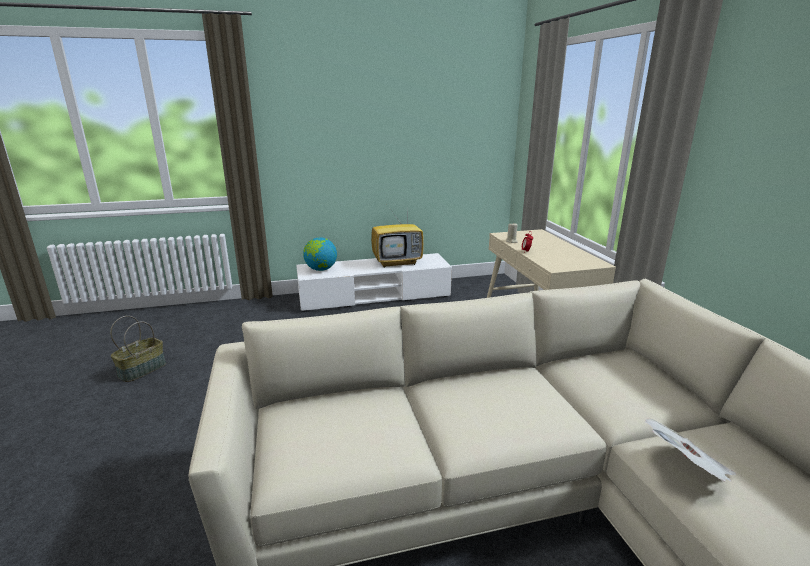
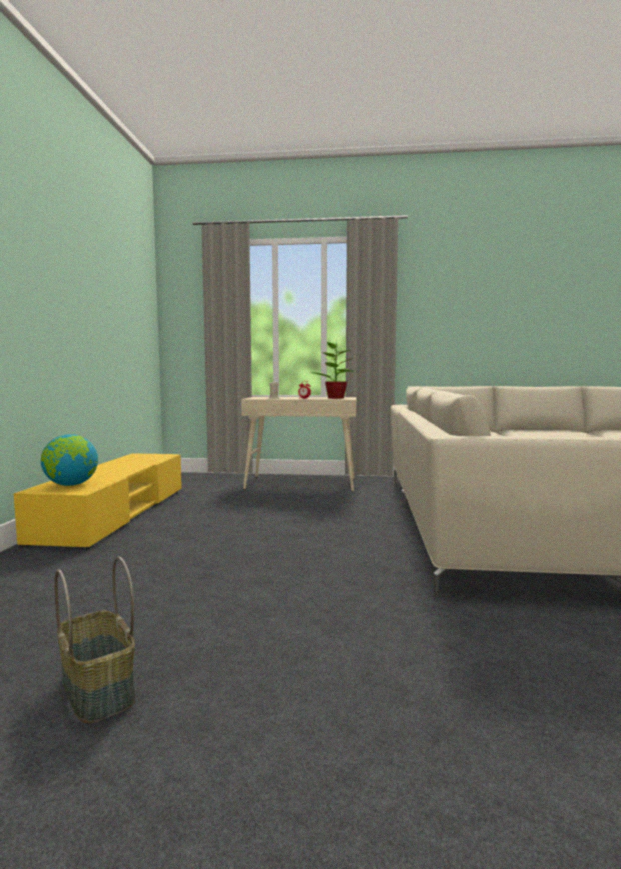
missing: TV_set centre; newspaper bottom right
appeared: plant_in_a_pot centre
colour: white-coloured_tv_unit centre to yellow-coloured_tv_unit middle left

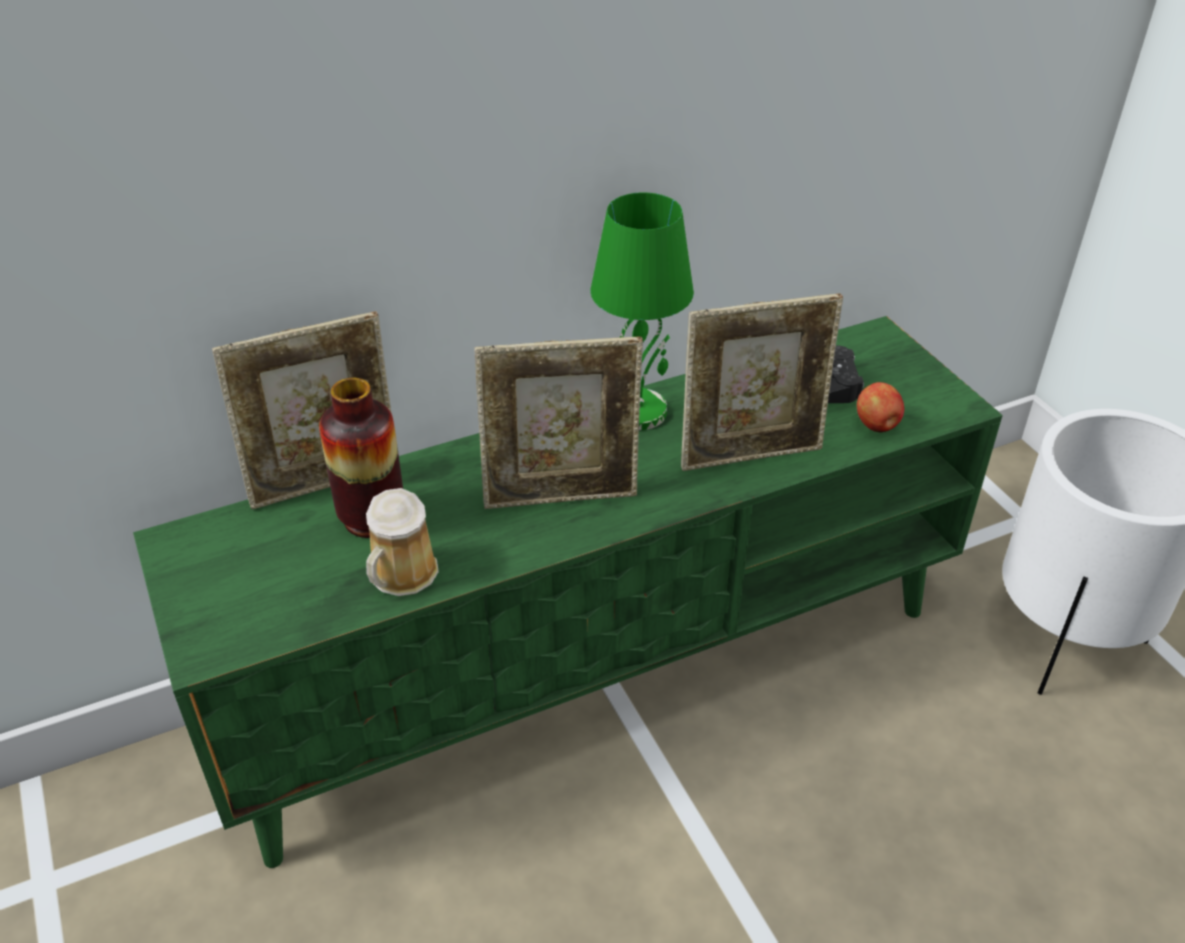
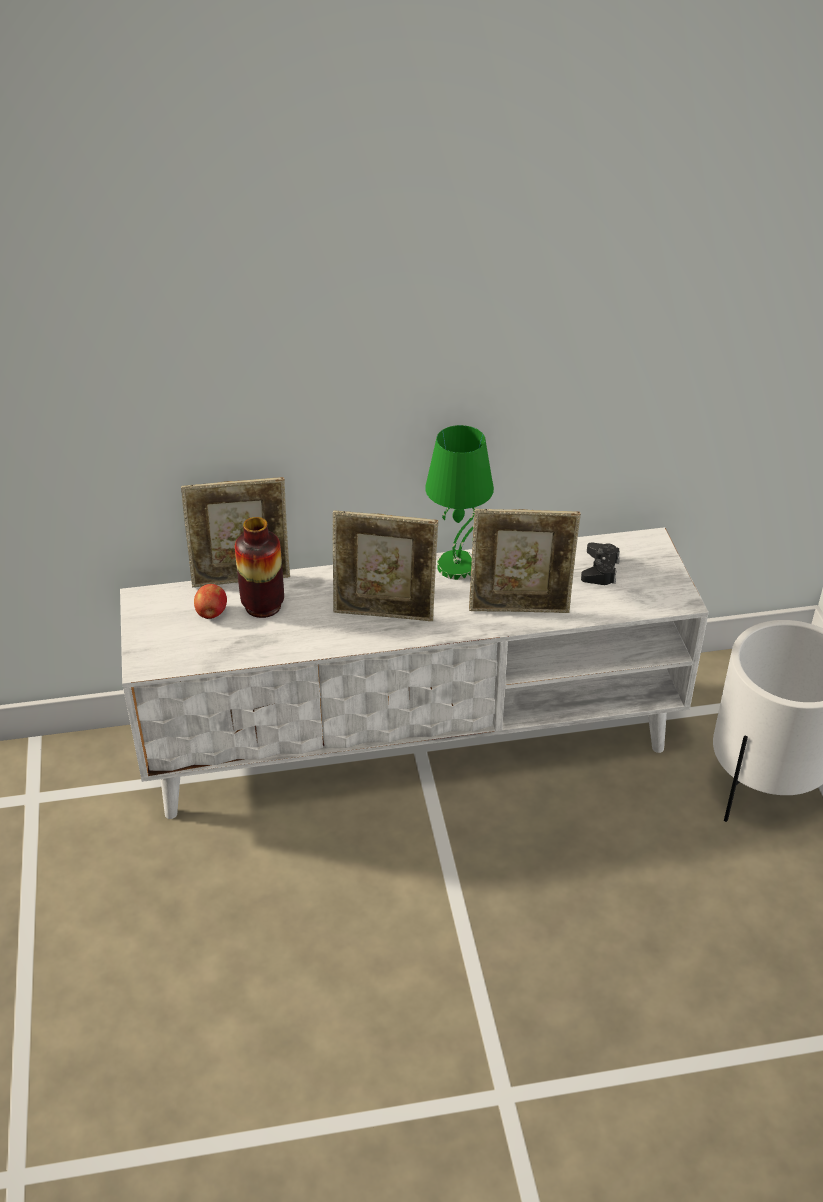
missing: coffee_mug centre
relocated: apple middle right to middle left
colour: greenish_tv_unit centre to white-coloured_tv_unit centre

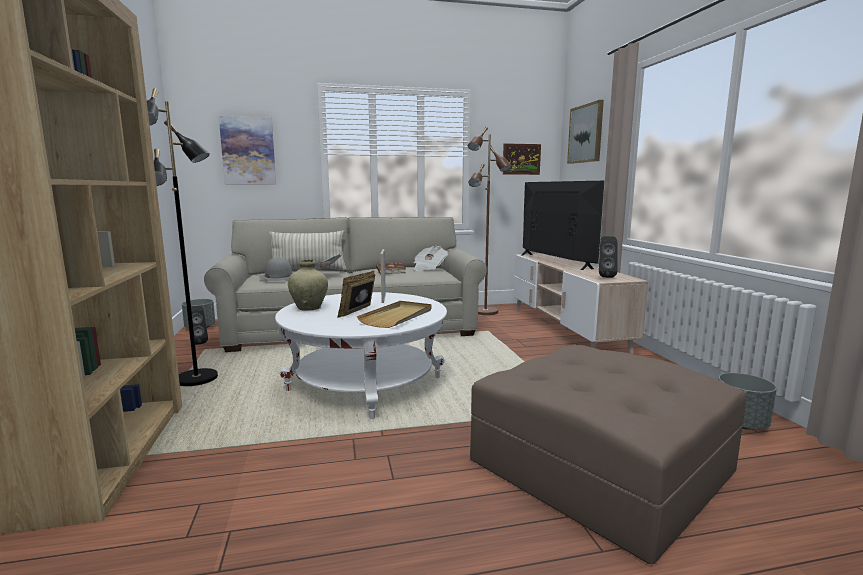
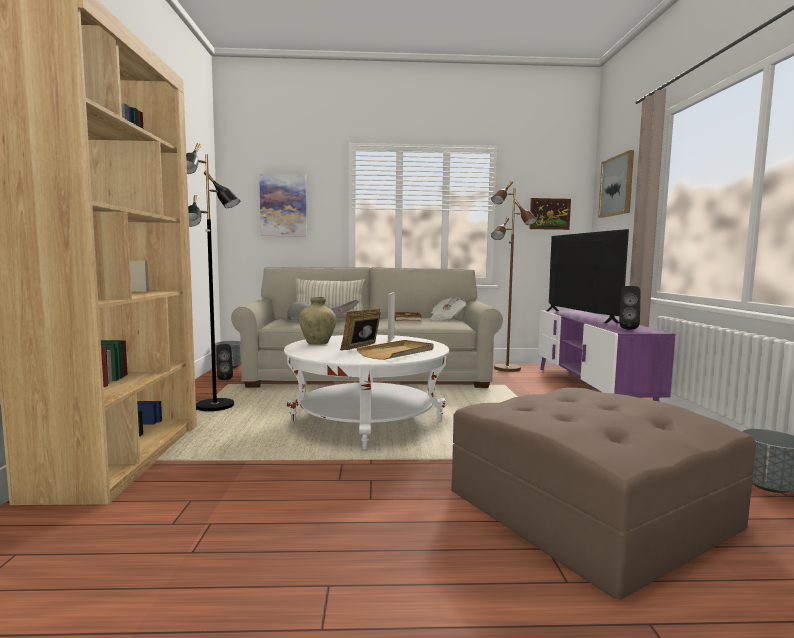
colour: sand-coloured_tv_unit middle right to purple-coloured_tv_unit middle right

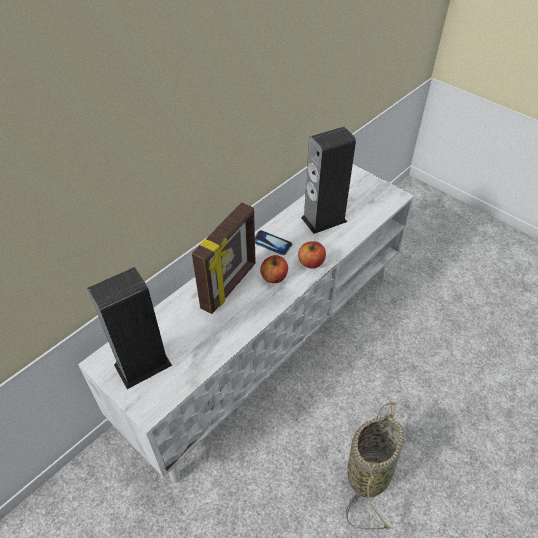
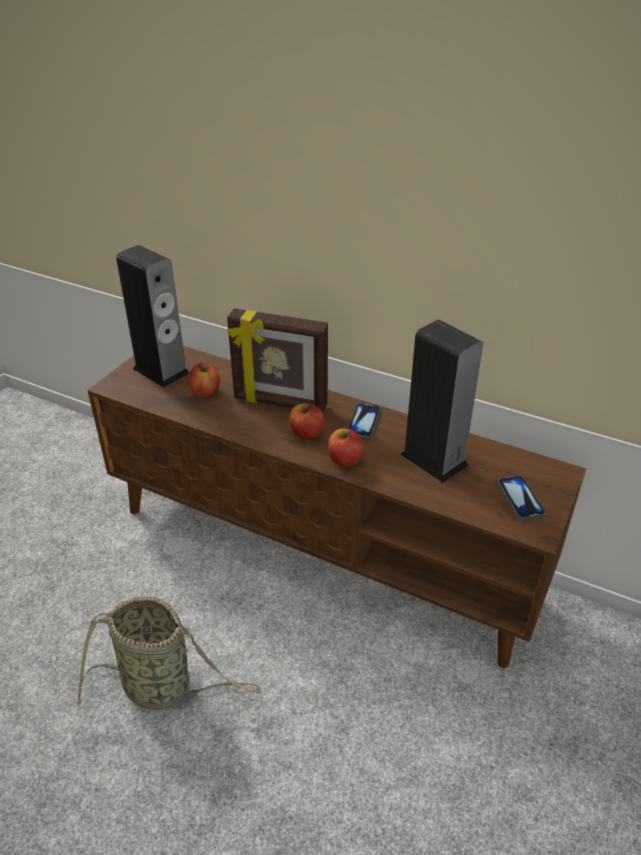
appeared: apple (no. 1 from left) middle left; telephone (no. 2 from left) middle right
colour: white-coloured_tv_unit centre to brownish_tv_unit centre

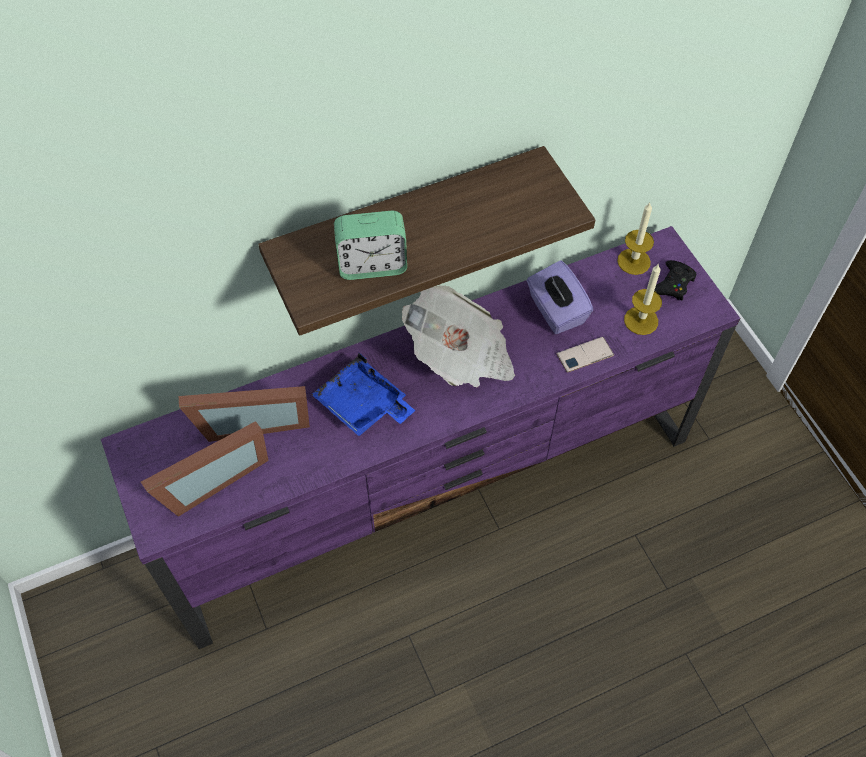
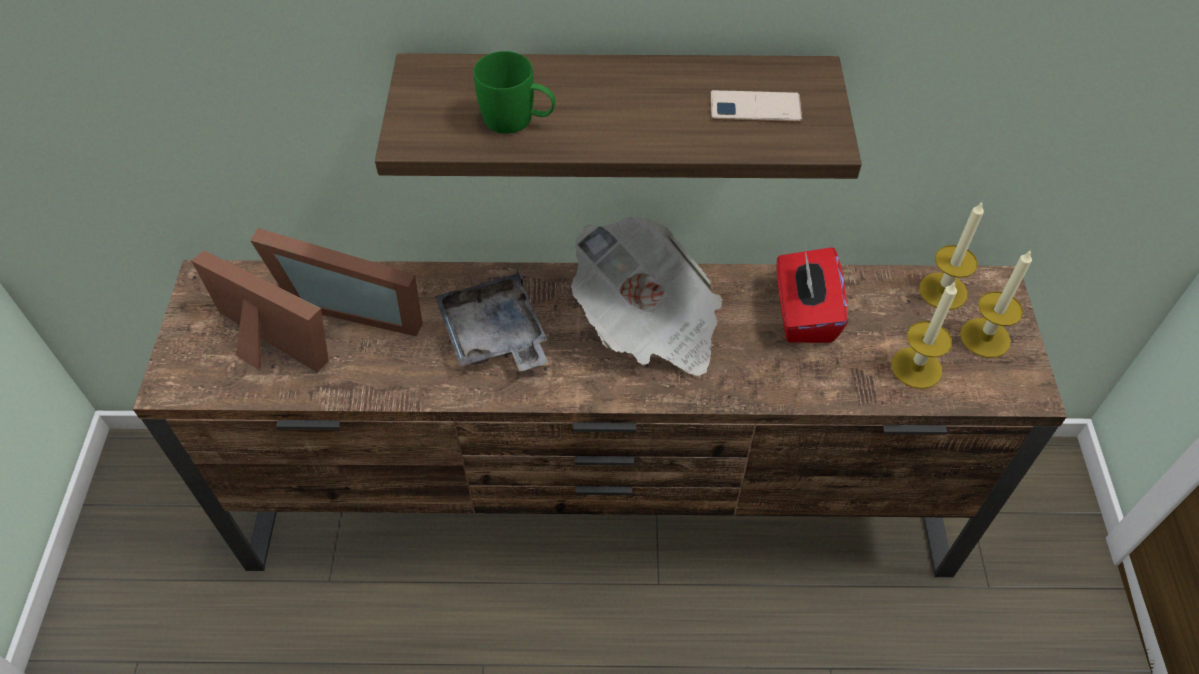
relocated: telephone middle right to top centre
exchanged: alarm_clock top centre to greenish_coffee_mug top centre; black_gamepad middle right to wax_candle (no. 3 from left) middle right
colour: purple-coloured_tv_unit centre to brownish_tv_unit centre; bluish_carrying_tray centre to grey_carrying_tray centre; purple-coloured_tissue_box centre to reddish_tissue_box middle right
spun: standing_frame (no. 1 from left) middle left = middle left 135 degrees counterclockwise

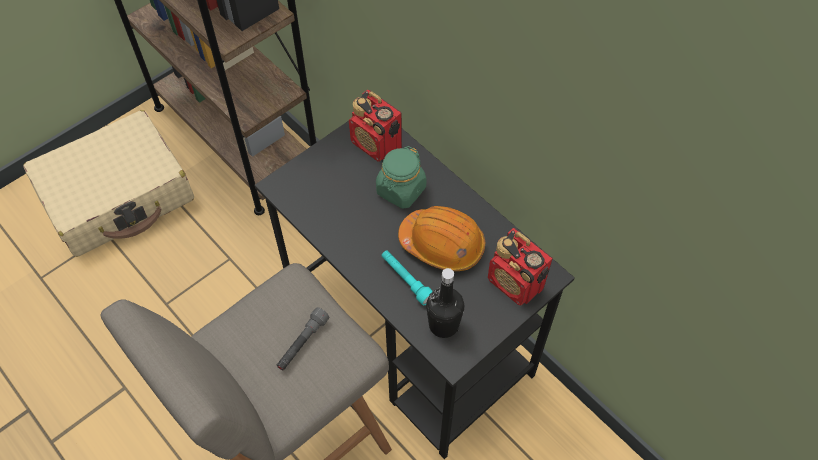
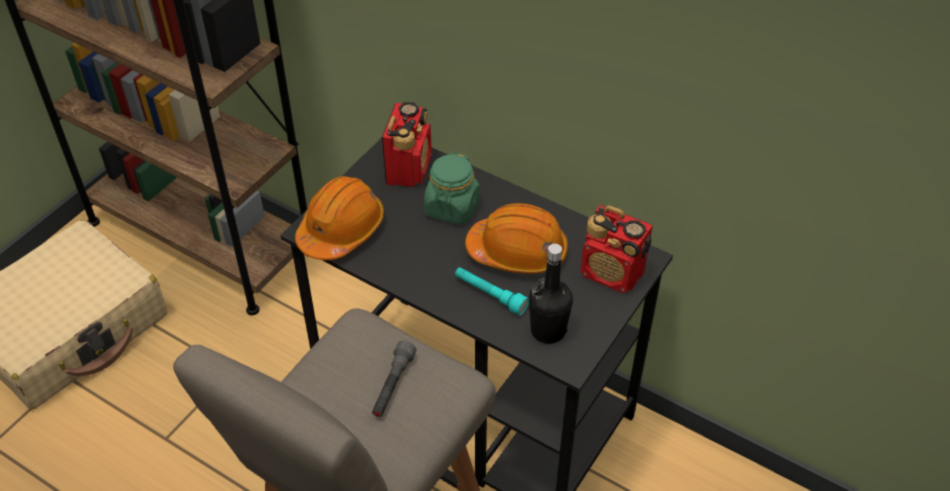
appeared: orange-coloured_safety_helmet (no. 1 from left) centre
spun: radio_receiver (no. 1 from left) top centre = top centre 105 degrees counterclockwise

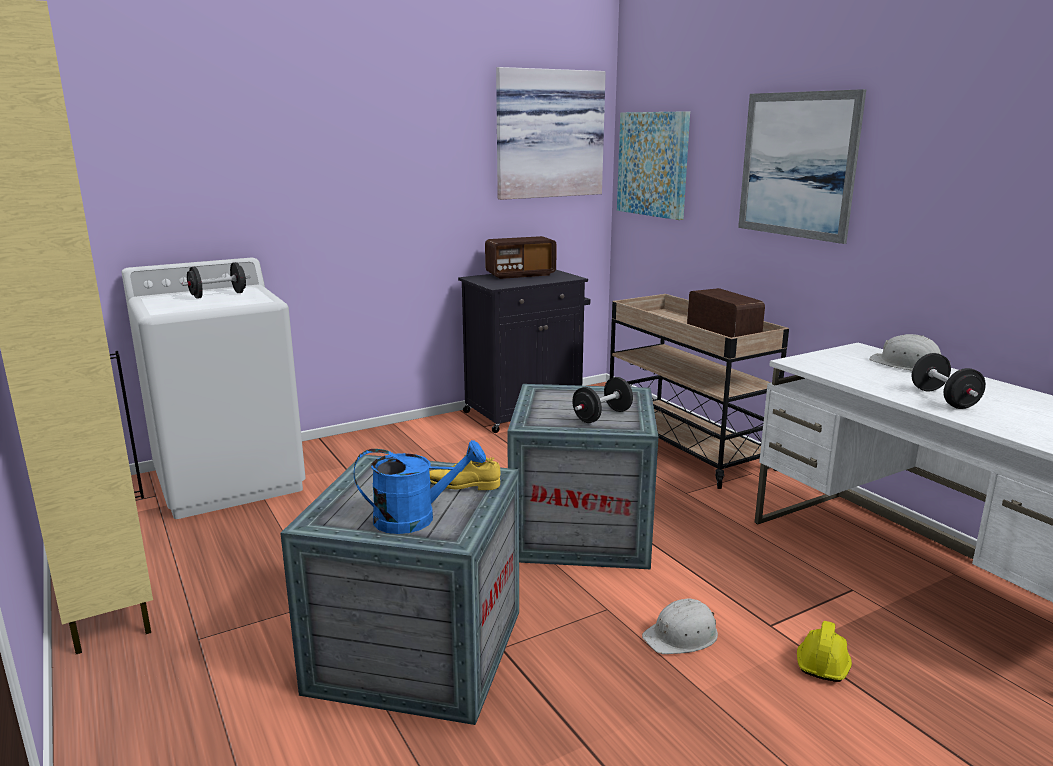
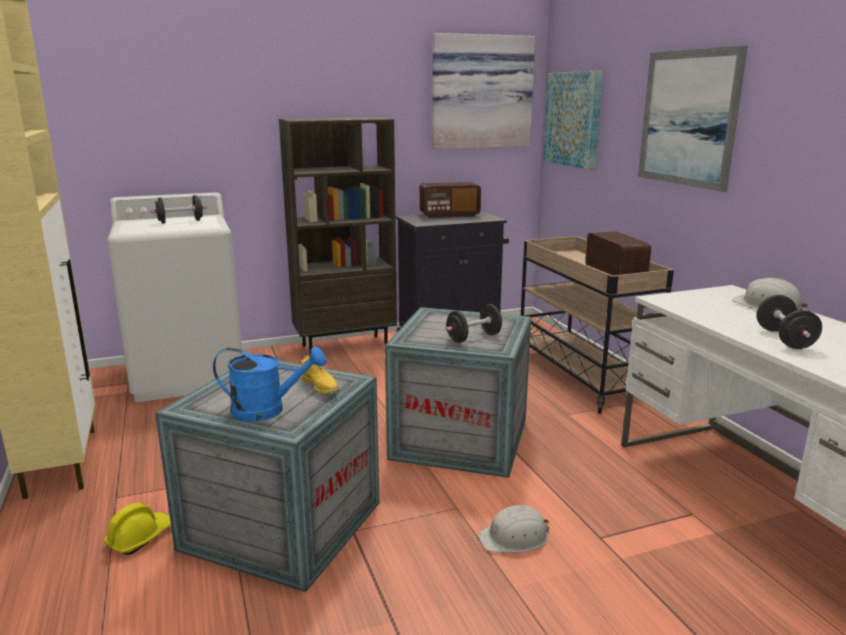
appeared: brownish_bookcase centre
relocated: yellow-coloured_safety_helmet bottom right to bottom left
spun: yellow-coloured_shoe centre = centre 135 degrees counterclockwise

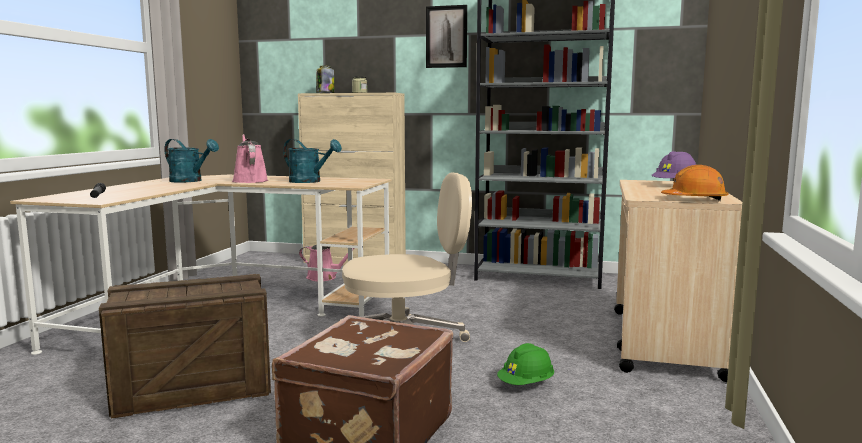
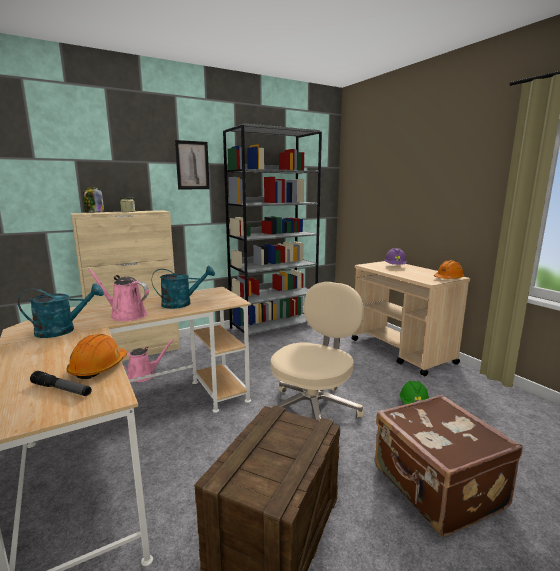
appeared: orange-coloured_safety_helmet (no. 1 from left) middle left

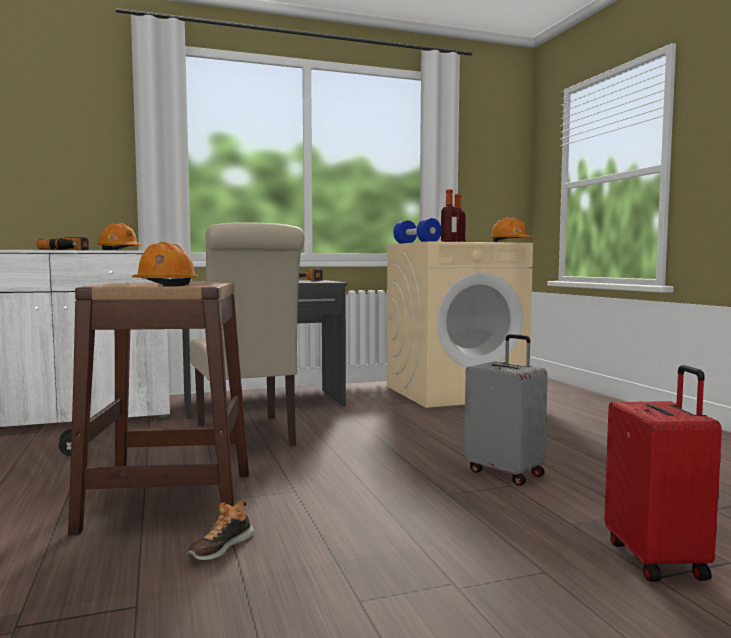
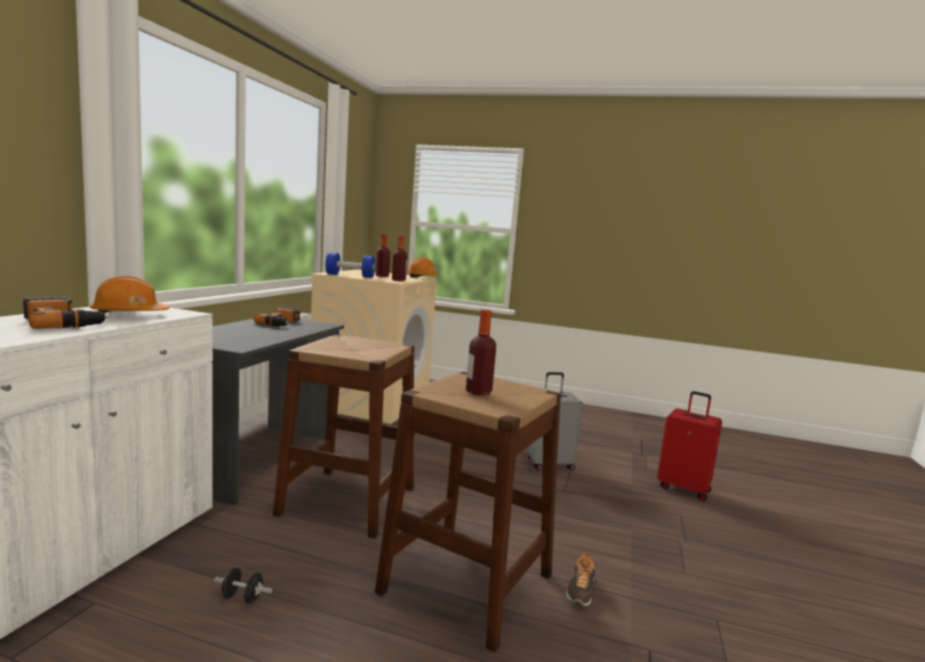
exchanged: orange-coloured_safety_helmet (no. 2 from left) middle left to drink_bottle (no. 3 from left) centre; sand-coloured_chair centre to brownish_stool_seat (no. 1 from left) centre
spun: shoe bottom left = bottom centre 45 degrees clockwise

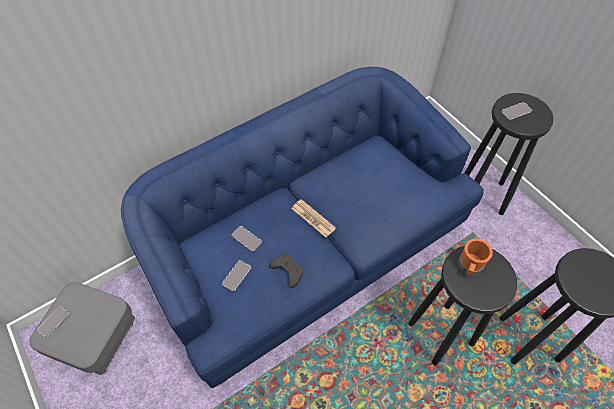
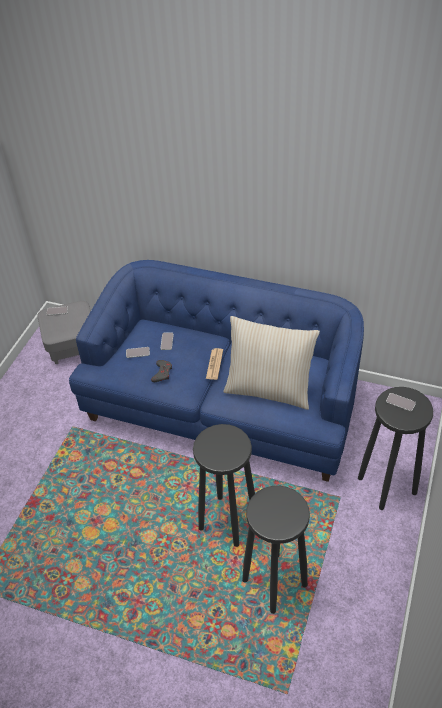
missing: orange-coloured_coffee_mug middle right
appeared: sand-coloured_throw_pillow centre

